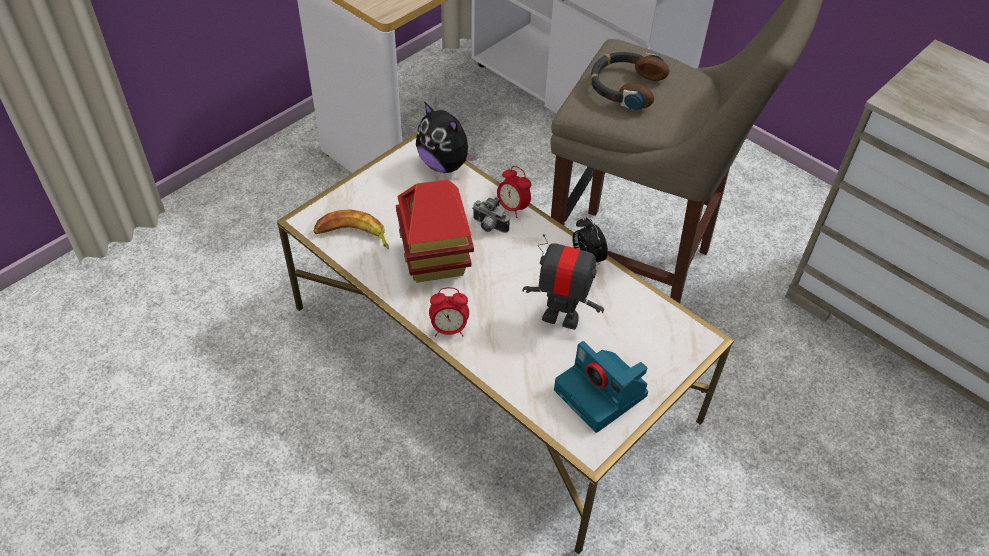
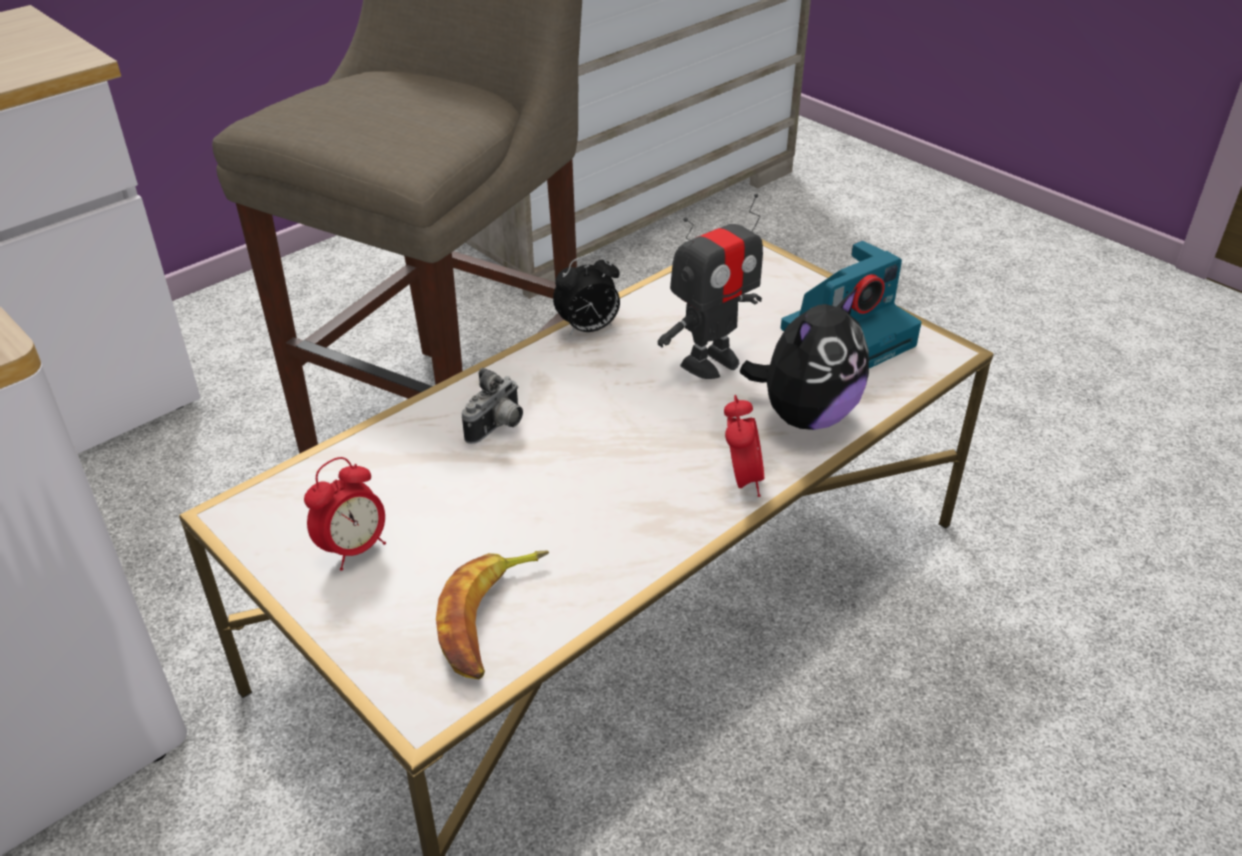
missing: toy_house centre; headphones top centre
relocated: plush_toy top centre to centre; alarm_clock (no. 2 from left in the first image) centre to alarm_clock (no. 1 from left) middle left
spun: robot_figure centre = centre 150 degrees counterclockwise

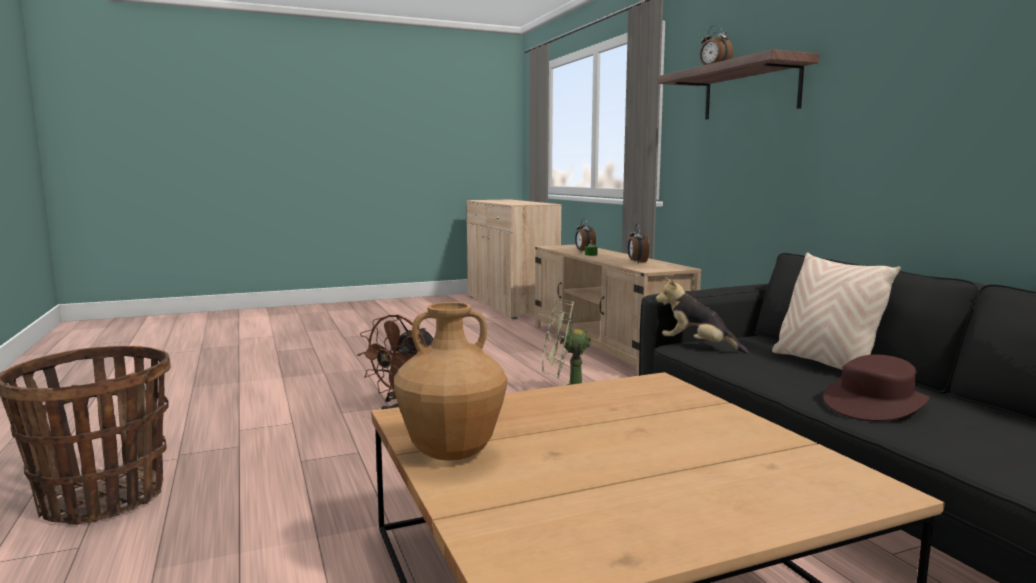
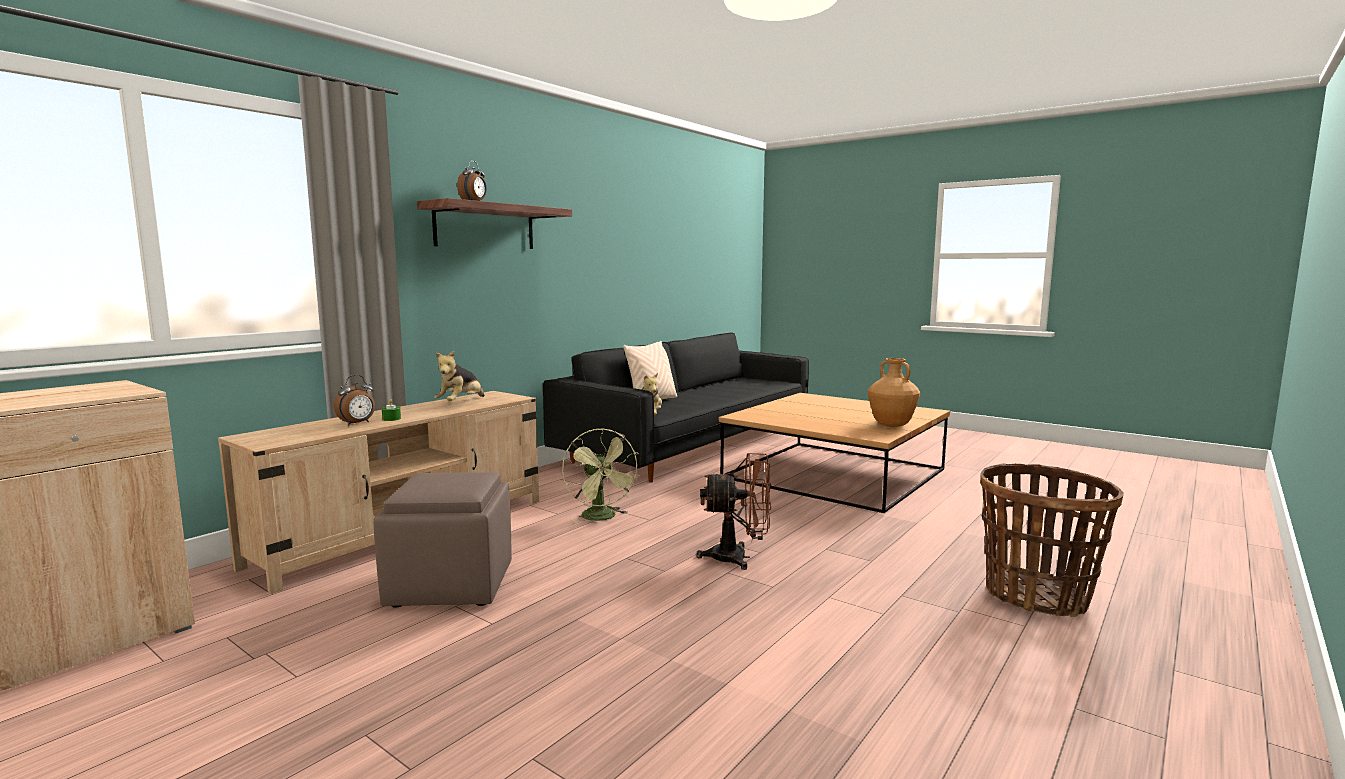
missing: brownish_clothing_hat middle right
appeared: brownish_ottoman bottom left
exchanged: alarm_clock (no. 2 from left) centre to plush_toy (no. 1 from left) centre

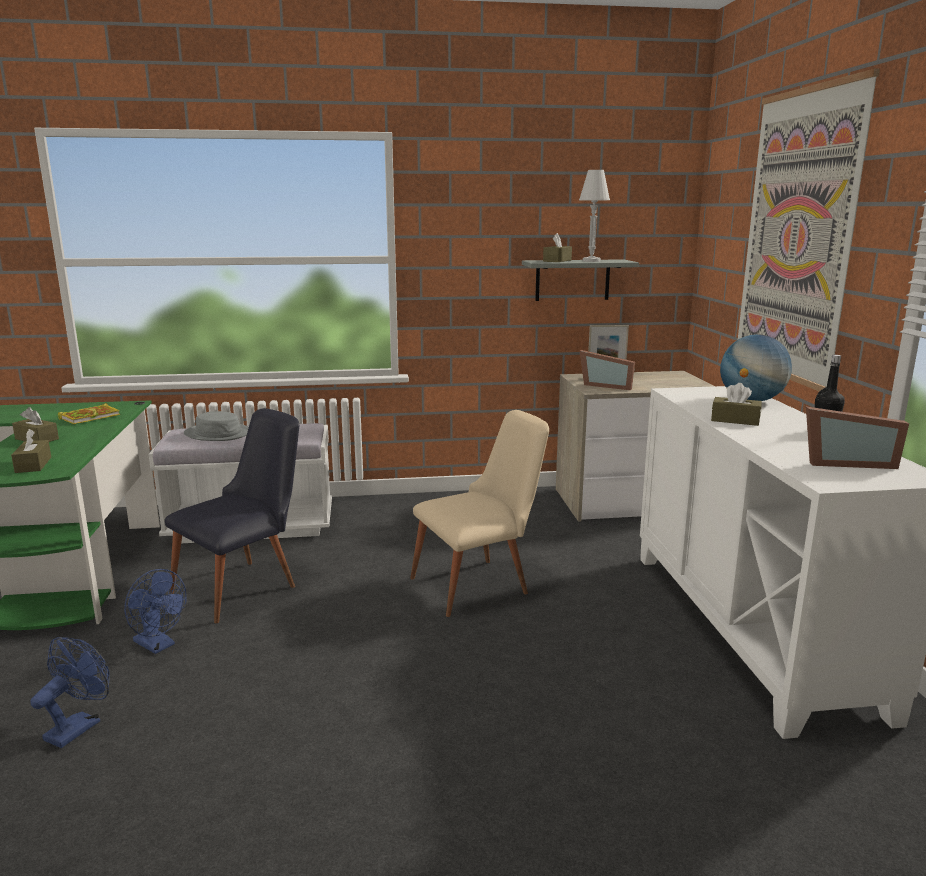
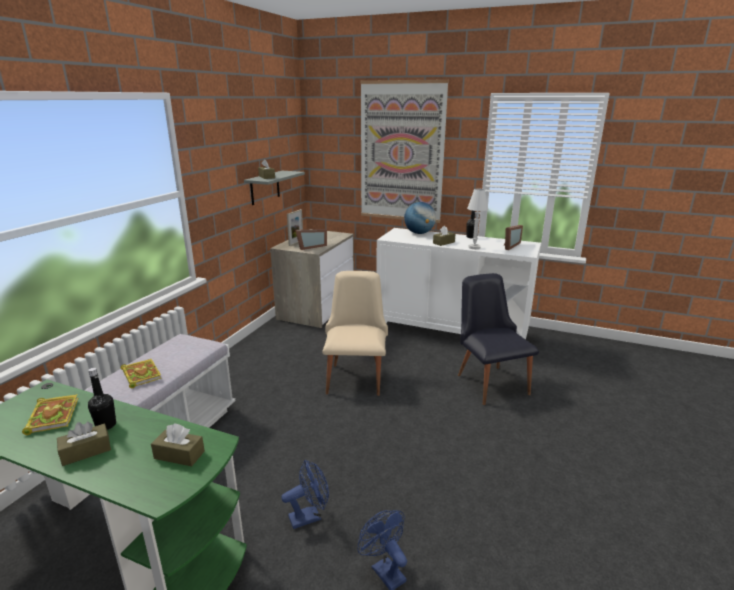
appeared: black_drink_bottle (no. 1 from left) bottom left
relocated: black_chair middle left to middle right; white-coloured_tabletop_lamp top centre to centre
exchanged: grey_clothing_hat middle left to bound_book (no. 2 from left) middle left

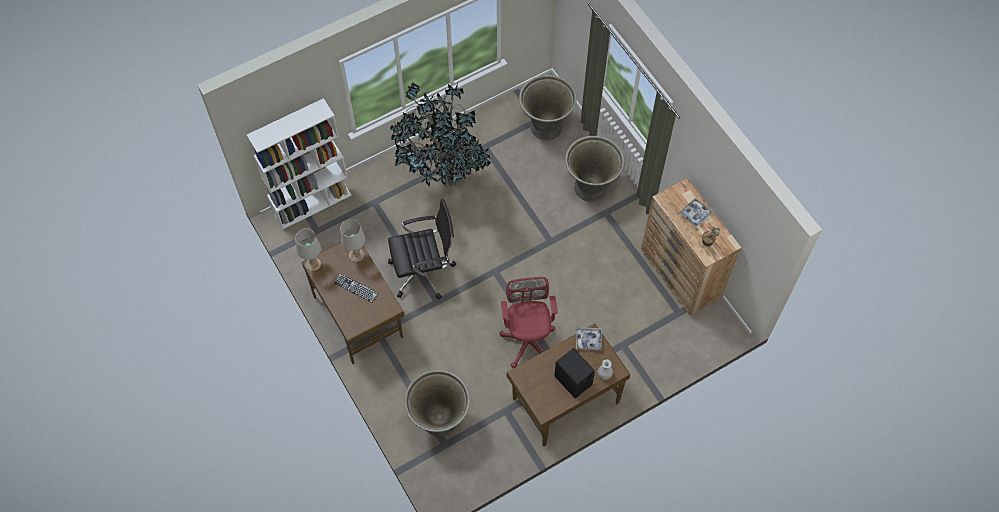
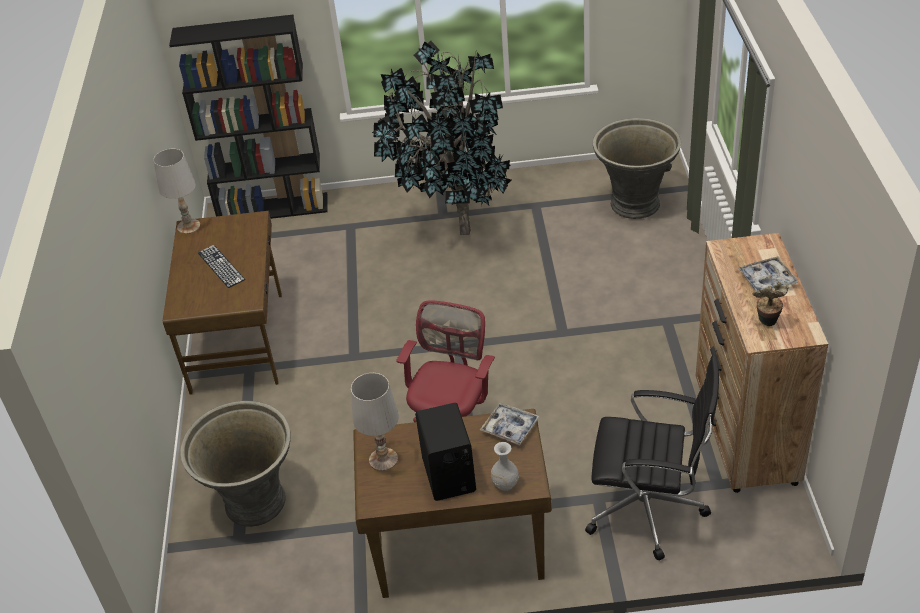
missing: grey_plant_pot (no. 3 from left) top centre
relocated: white-coloured_tabletop_lamp (no. 2 from left) centre to bottom centre; black_office_chair centre to bottom right
colour: white-coloured_bookcase top left to black_bookcase top left

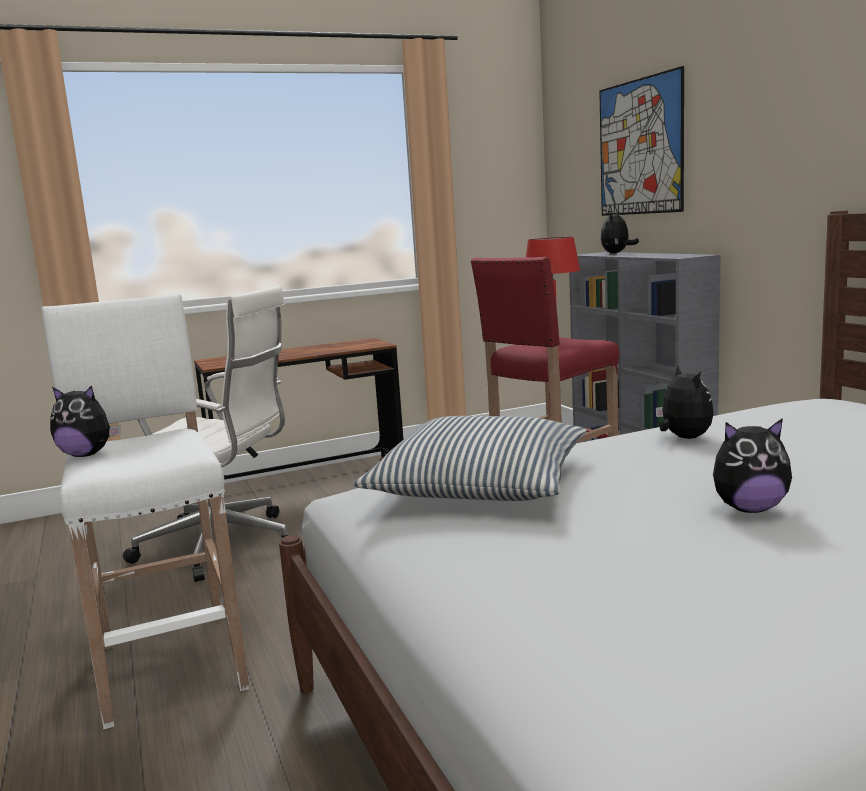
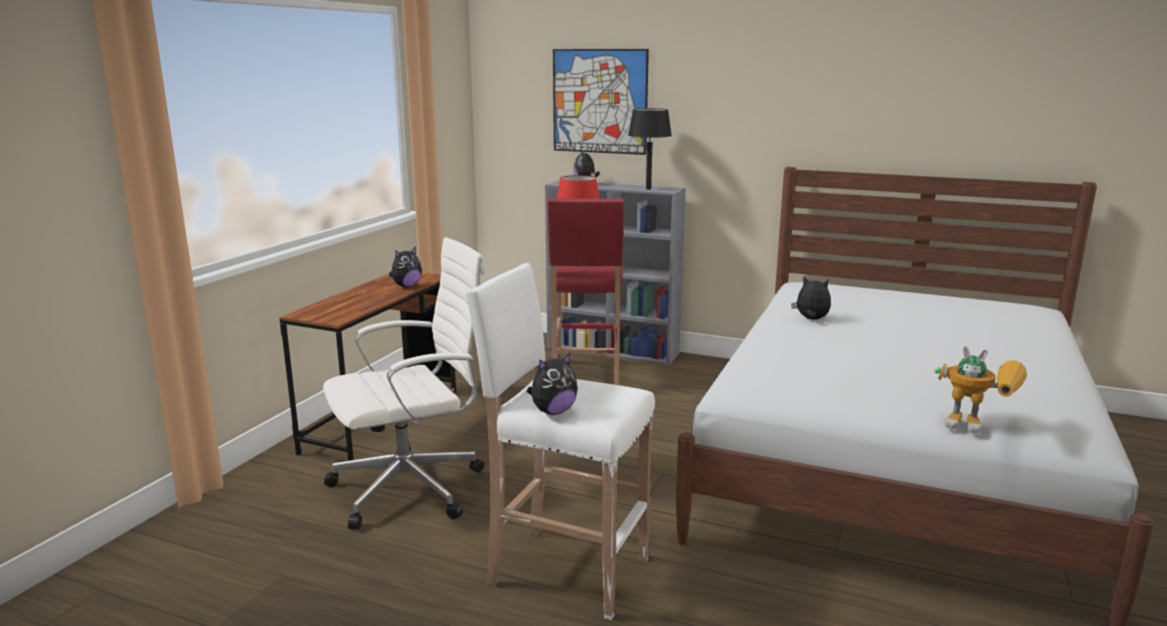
missing: throw_pillow centre
appeared: black_tabletop_lamp top centre; robot_figure middle right
relocated: plush_toy (no. 4 from left in the first image) middle right to plush_toy (no. 1 from left) centre

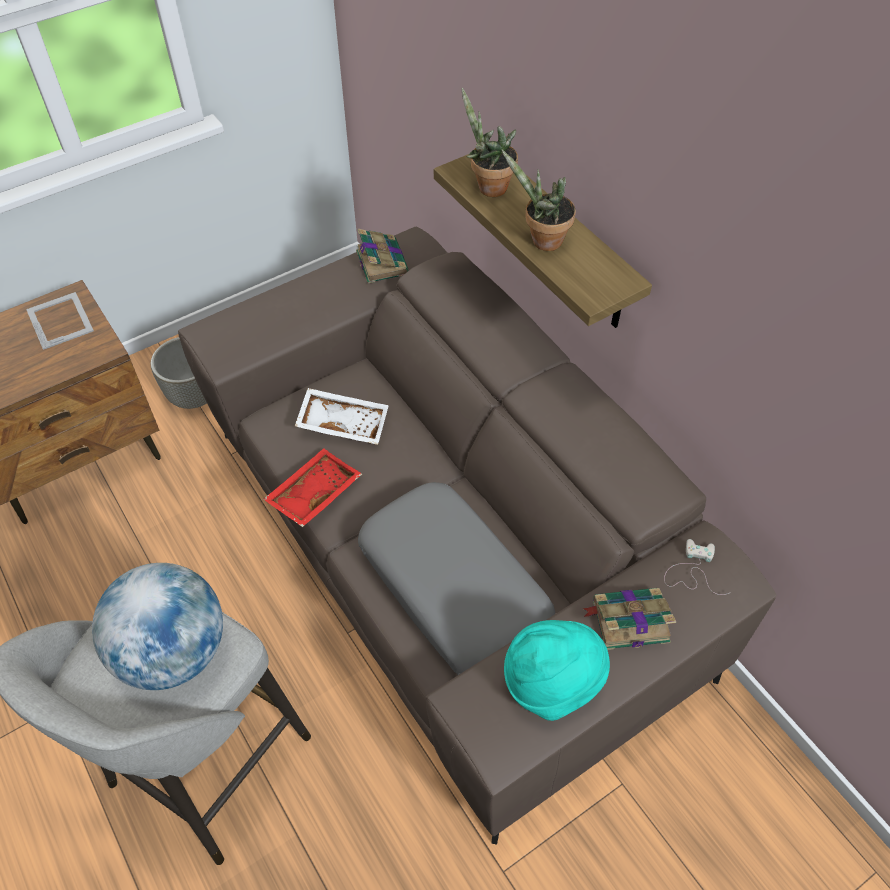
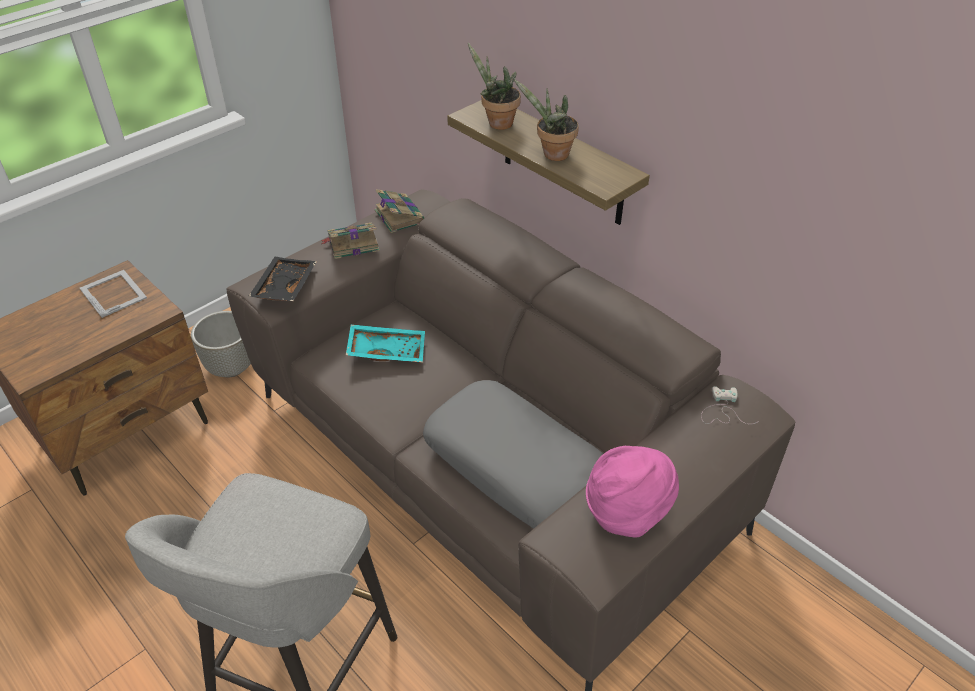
missing: desk_globe bottom left; reddish_carrying_tray centre
appeared: black_carrying_tray middle left
relocated: bound_book (no. 2 from left in the first image) bottom right to bound_book (no. 1 from left) centre
colour: white-coloured_carrying_tray centre to turquoise-coloured_carrying_tray centre; turquoise-coloured_clothing_hat bottom centre to pink_clothing_hat bottom centre

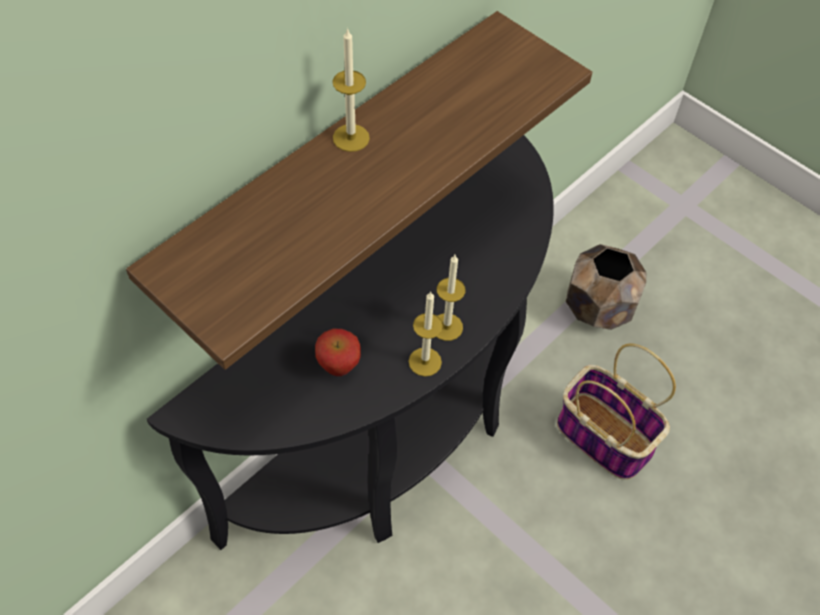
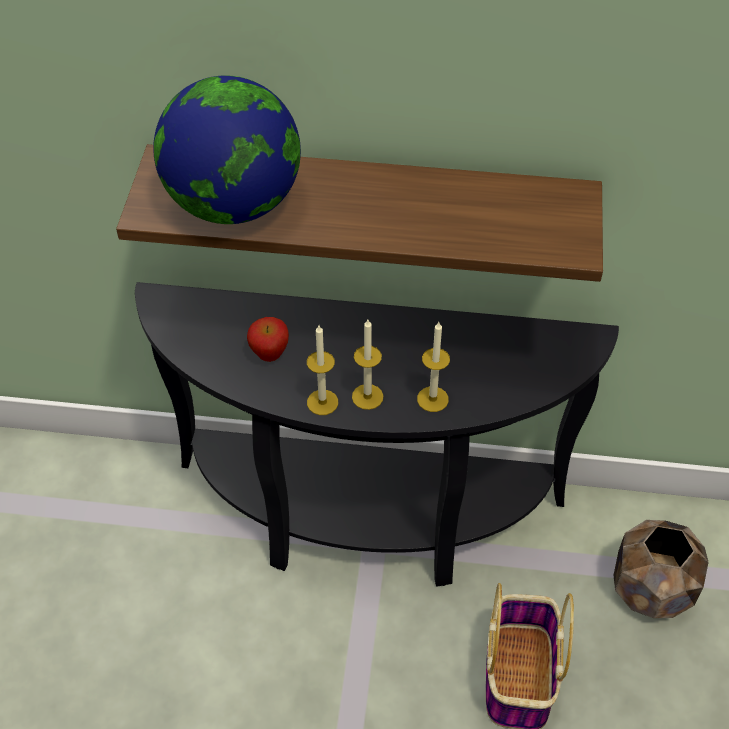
appeared: desk_globe top left
relocated: wax_candle (no. 1 from left in the first image) top centre to wax_candle (no. 3 from left) centre

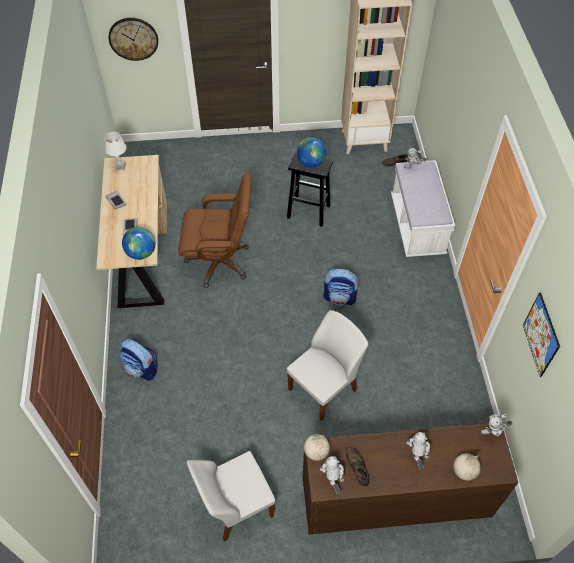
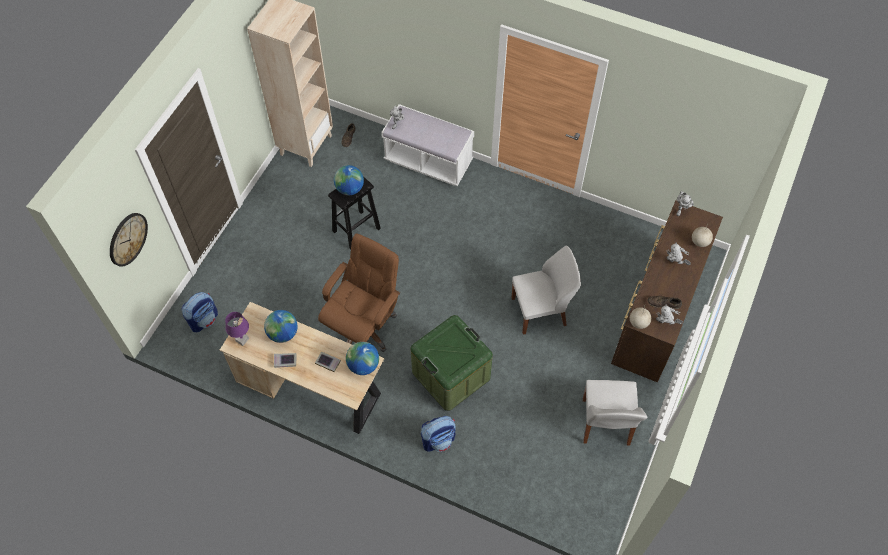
missing: wall_picture middle right
appeared: desk_globe (no. 1 from left) middle left; greenish_storage_container centre
relocated: backpack (no. 2 from left in the first image) centre to backpack (no. 1 from left) middle left
colour: white-coloured_tabletop_lamp top left to purple-coloured_tabletop_lamp middle left
spun: white-coloured_chair (no. 2 from left in the first image) centre = centre 90 degrees clockwise

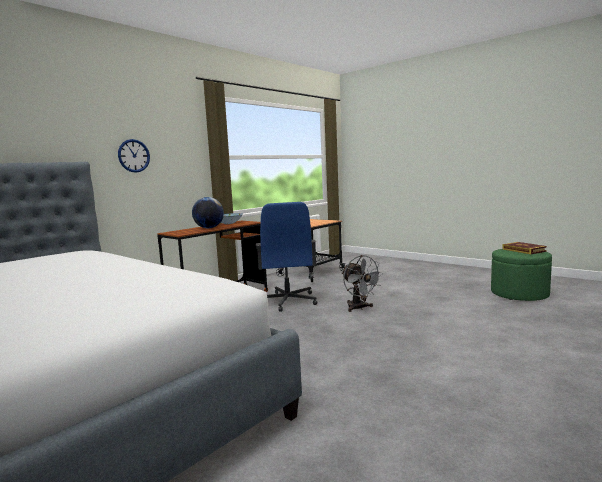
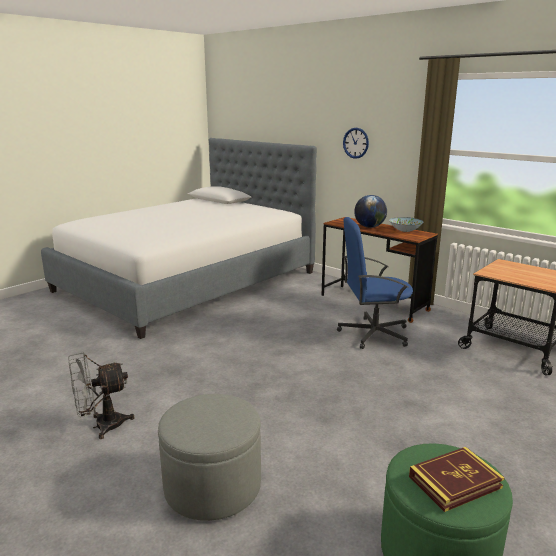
appeared: grey_ottoman bottom centre
relocated: grey_electric_fan centre to bottom left

